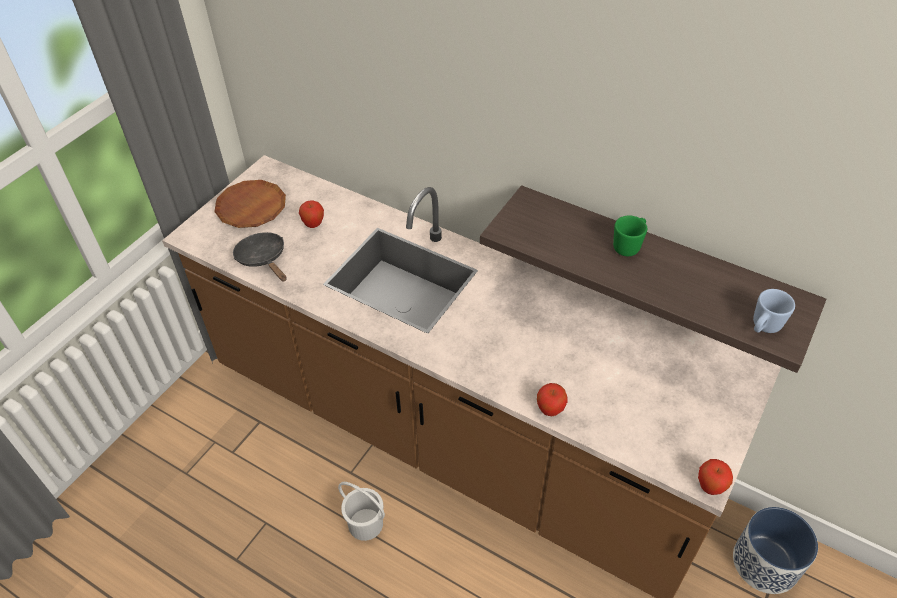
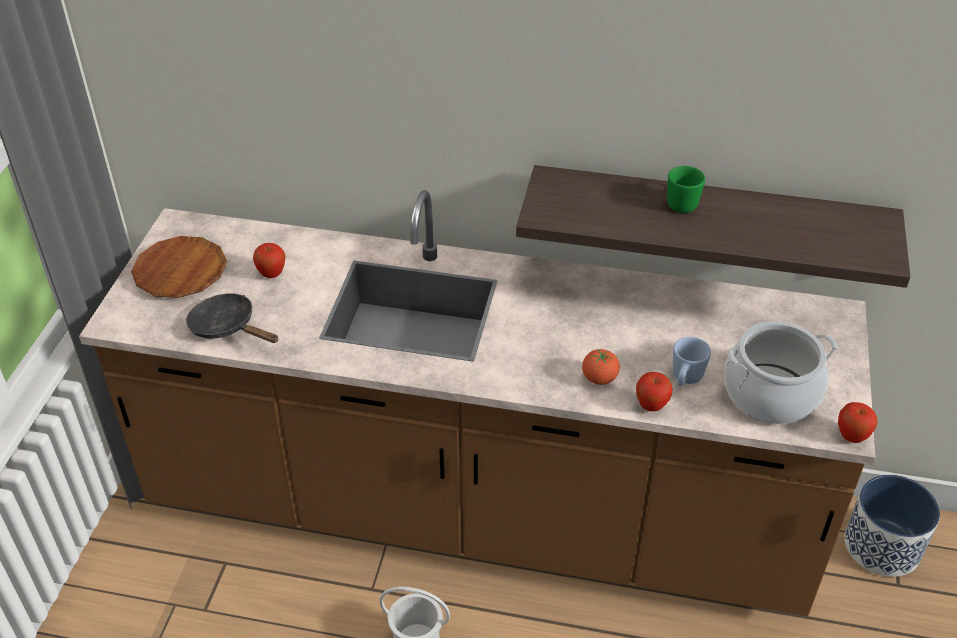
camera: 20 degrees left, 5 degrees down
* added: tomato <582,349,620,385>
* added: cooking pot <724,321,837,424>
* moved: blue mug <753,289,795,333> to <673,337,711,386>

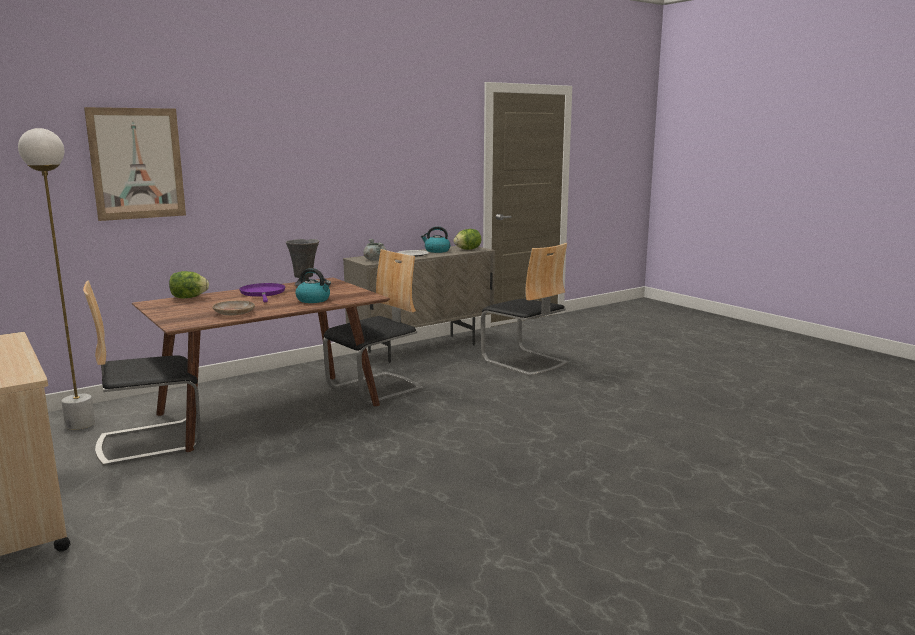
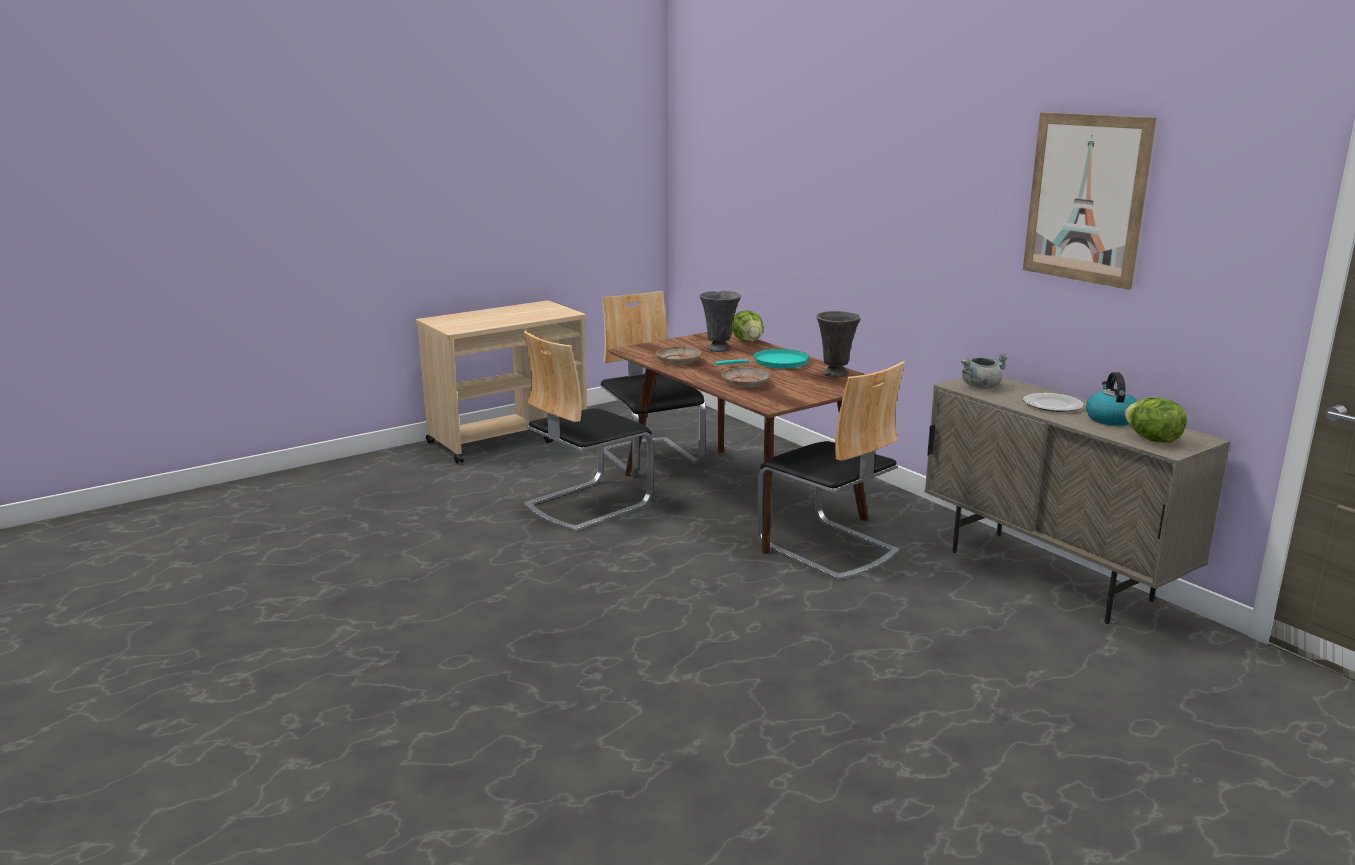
camera: 90 degrees right, 5 degrees up
* removed: white floor lamp <18,128,95,430>
* added: grey vase <700,291,741,352>
* moved: picture <84,107,186,221> to <1023,112,1157,290>
* moved: chair <481,243,568,376> to <524,331,653,532>
* replaced: kettle <296,268,331,303> to beige plate <722,367,770,387>
* recoloured: purple frying pan <239,283,285,302> to turquoise frying pan <715,349,809,368>

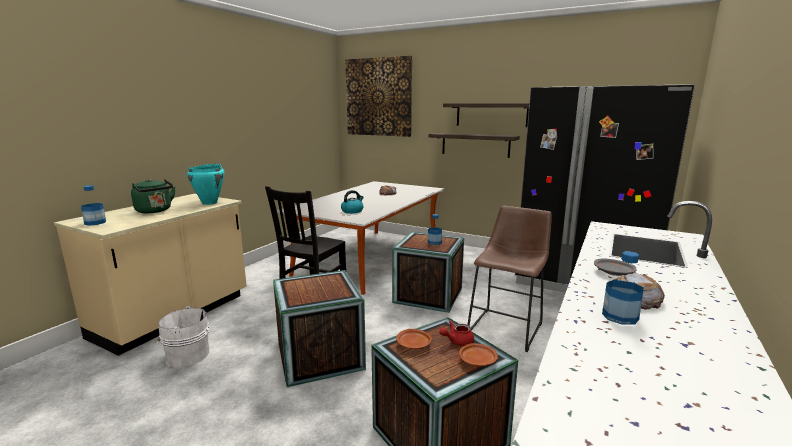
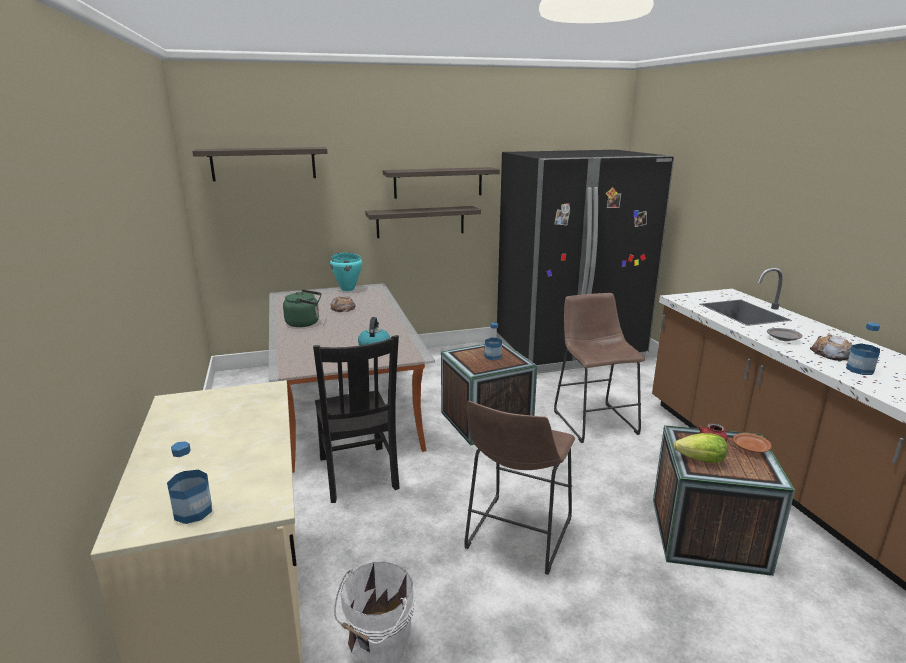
camera: 45 degrees left, 5 degrees up
* moved: green kettle <131,179,175,213> to <283,289,321,327>
* moved: turquoise cooking pot <187,164,225,205> to <330,252,362,291>
* replaced: crate <273,270,366,387> to brown stool <464,401,575,575>
* replaced: picture <345,56,412,137> to shelf <192,147,328,181>
* replaced: brown plate <396,329,432,349> to lettuce <674,433,728,463>

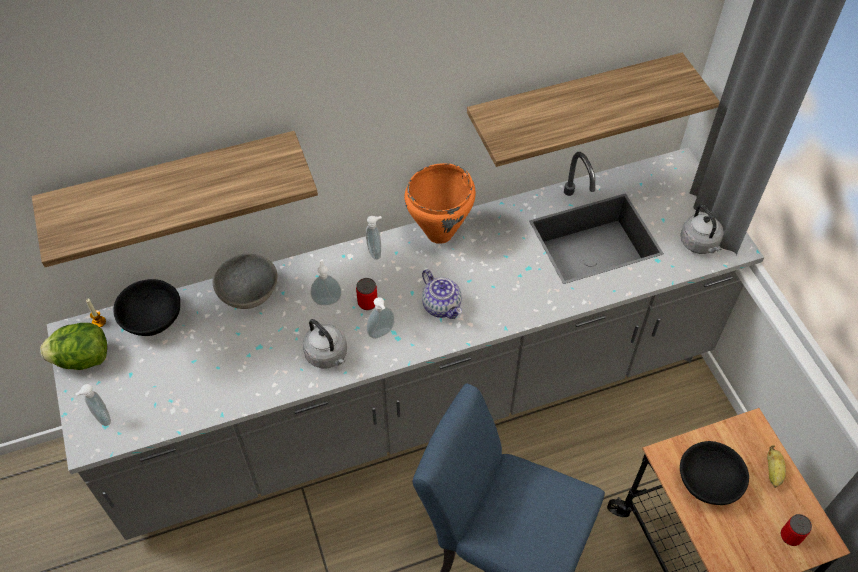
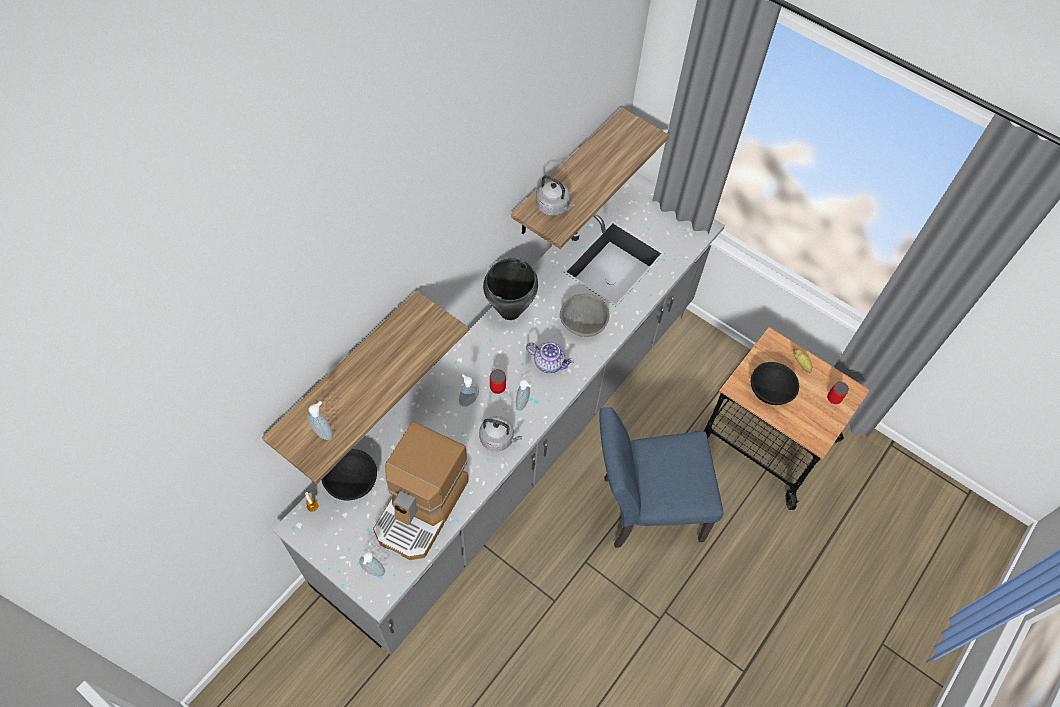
camera: 35 degrees left, 5 degrees up
* removed: lettuce <40,323,107,370>
* added: coffee machine <373,422,469,560>
* moved: grey bowl <212,253,277,309> to <560,294,610,337>
* moved: soap dispenser <366,216,382,260> to <307,401,333,440>
* moved: grey kettle <680,205,723,254> to <536,175,575,216>
* recoloured: orange cooking pot <404,163,476,244> to black cooking pot <483,258,538,320>

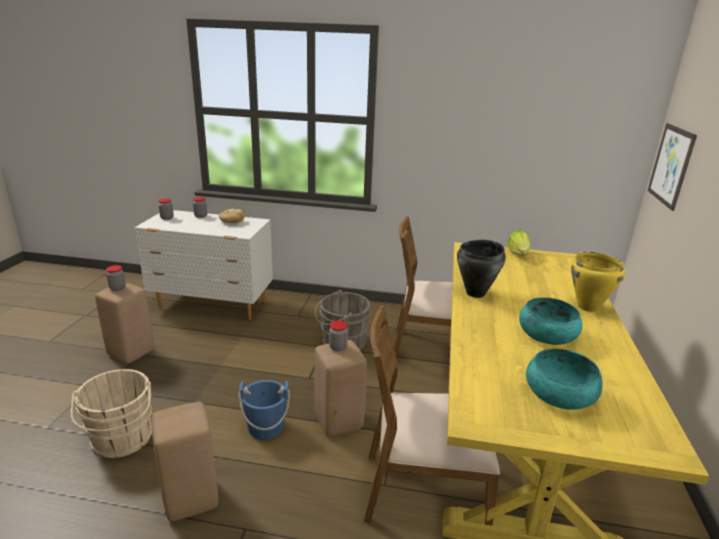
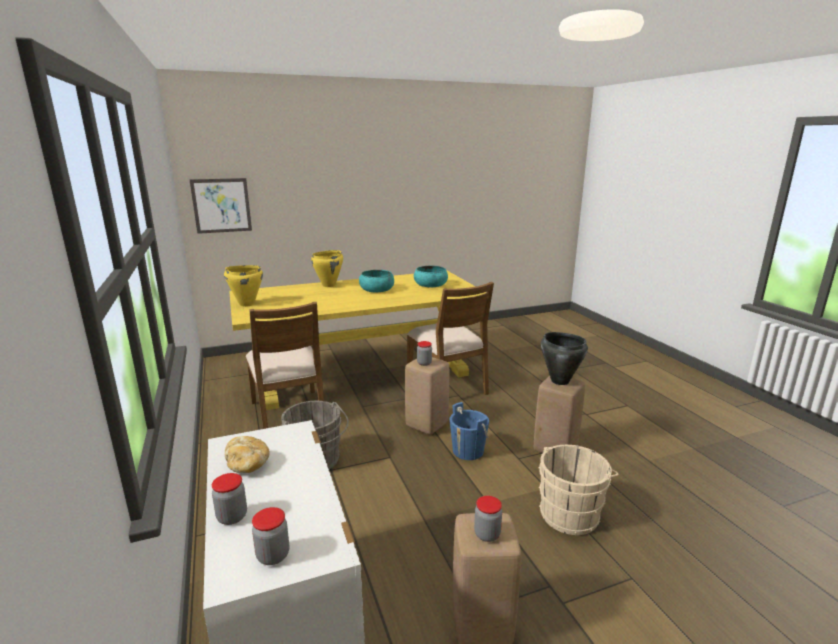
camera: 120 degrees left, 5 degrees down
* moved: black cooking pot <457,240,506,298> to <541,332,588,385>
* replaced: lettuce <507,230,531,256> to yellow cooking pot <224,265,263,307>

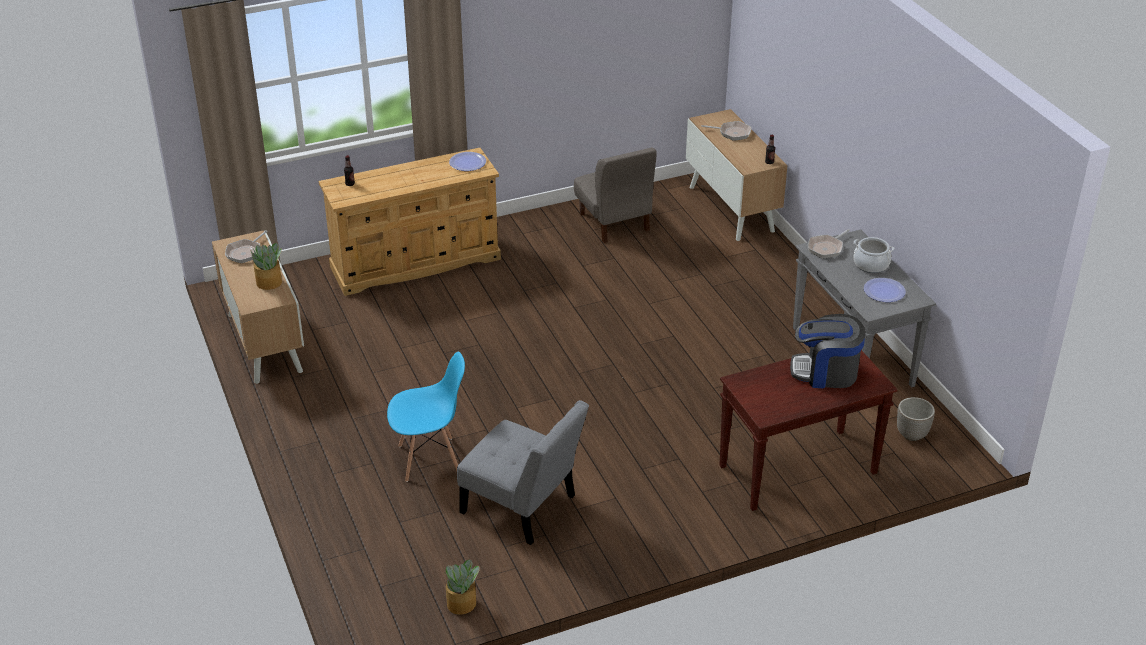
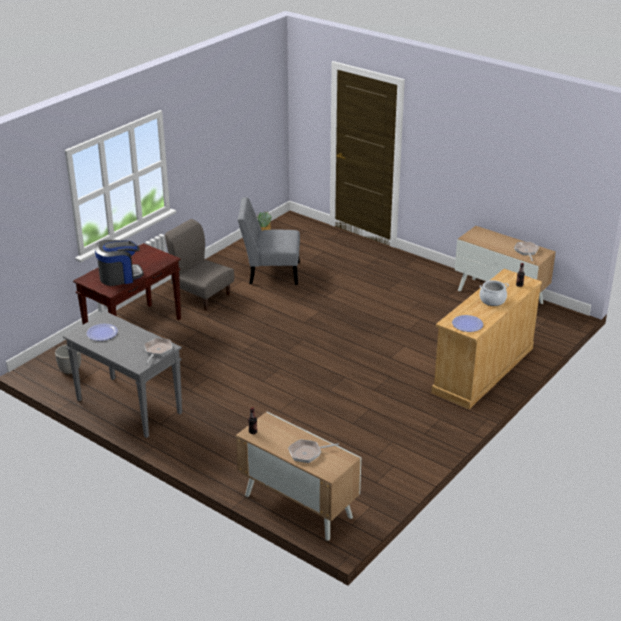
camera: 150 degrees right, 5 degrees down
* removed: potted plant <250,243,282,290>
* removed: blue chair <387,352,465,482>
* moved: grey chair <574,147,657,243> to <165,219,234,311>
* moved: cooking pot <854,237,894,273> to <480,280,509,306>

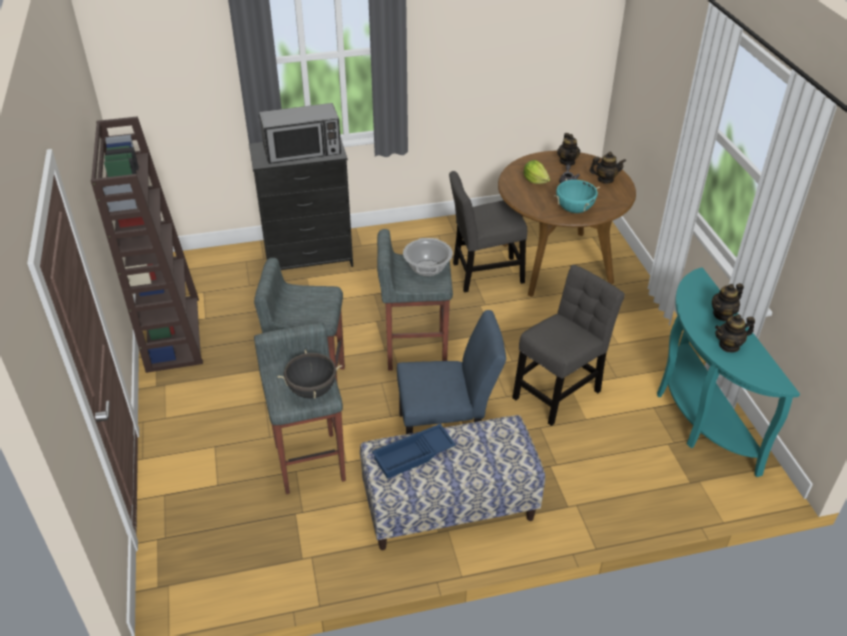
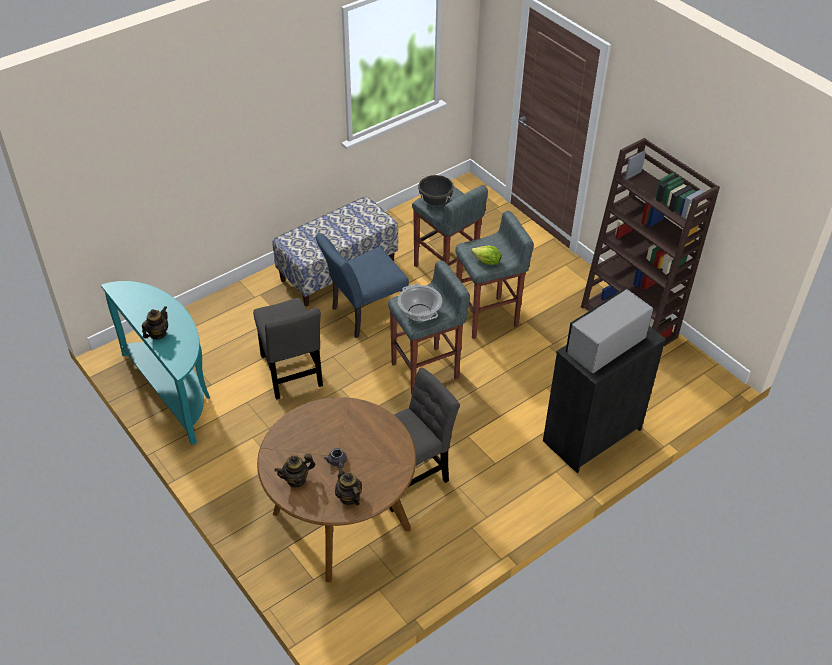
camera: 155 degrees right, 5 degrees up
* removed: blue tray <372,424,456,479>
* removed: turquoise cooking pot <554,178,600,213>
* removed: teapot <715,314,755,353>
* moved: lettuce <523,160,550,184> to <471,246,501,265>
* turned: grey chair <513,265,625,426> = <253,298,323,399> 45 degrees counterclockwise

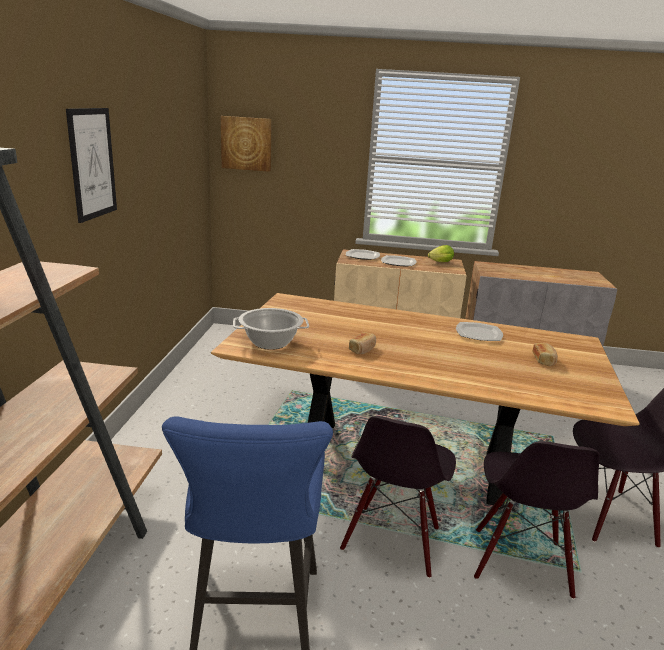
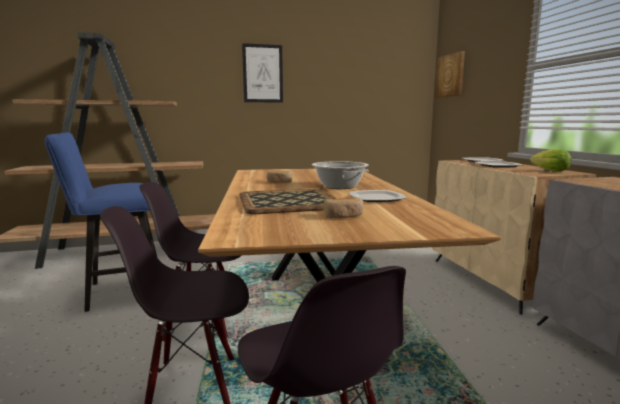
camera: 70 degrees right, 10 degrees down
* added: tray <239,188,337,214>
* moved: cooking pot <233,308,309,350> to <312,161,369,189>

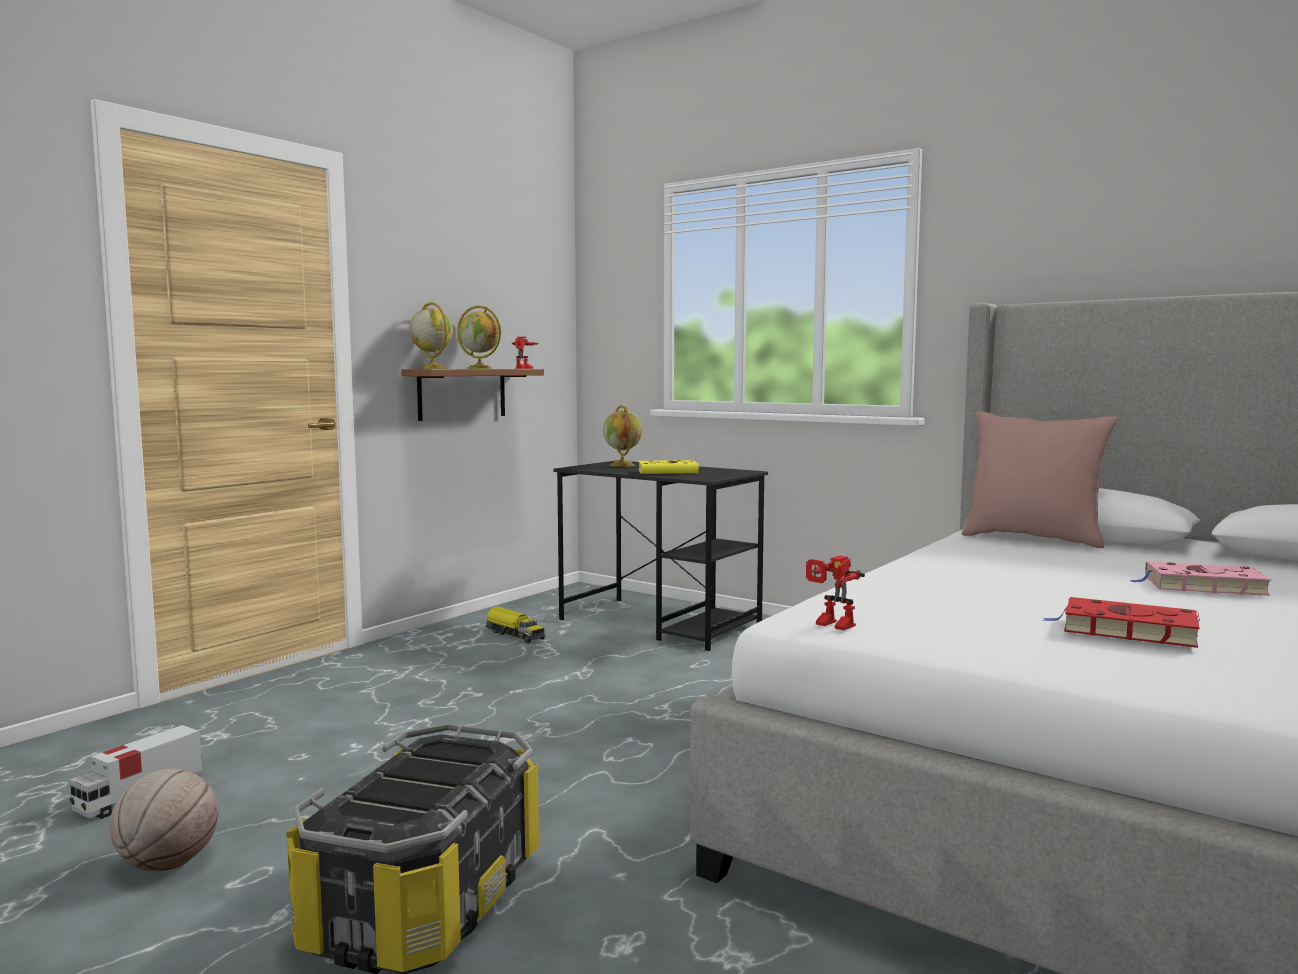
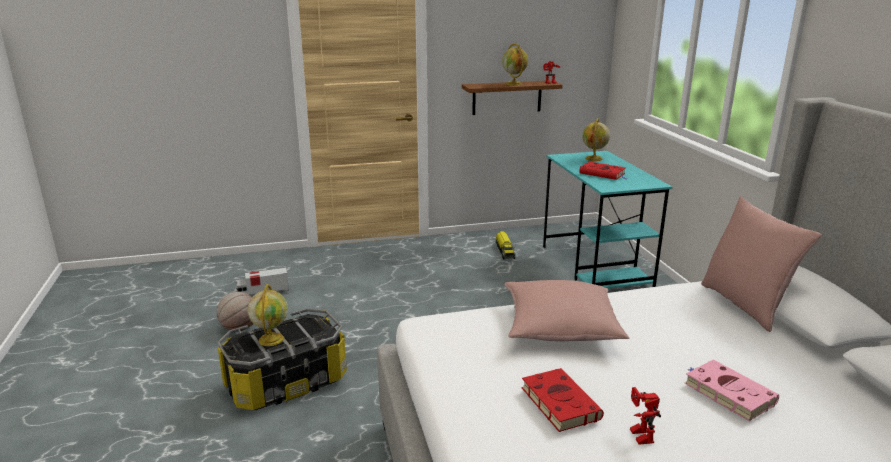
camera: 40 degrees right, 15 degrees up
* added: pink pillow <504,280,629,341>
* moved: globe <409,302,453,369> to <248,284,288,346>
* moved: toy robot <806,556,865,631> to <630,387,661,445>
* recoloured: black desk <554,460,768,651> to turquoise desk <543,151,672,289>
* recoloured: yellow book <638,460,702,474> to red book <579,162,627,180>

